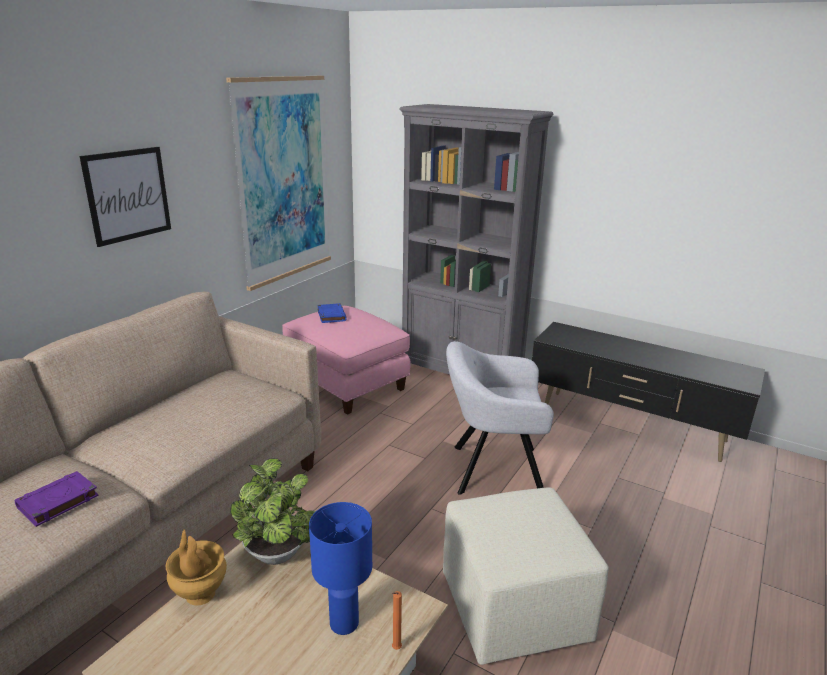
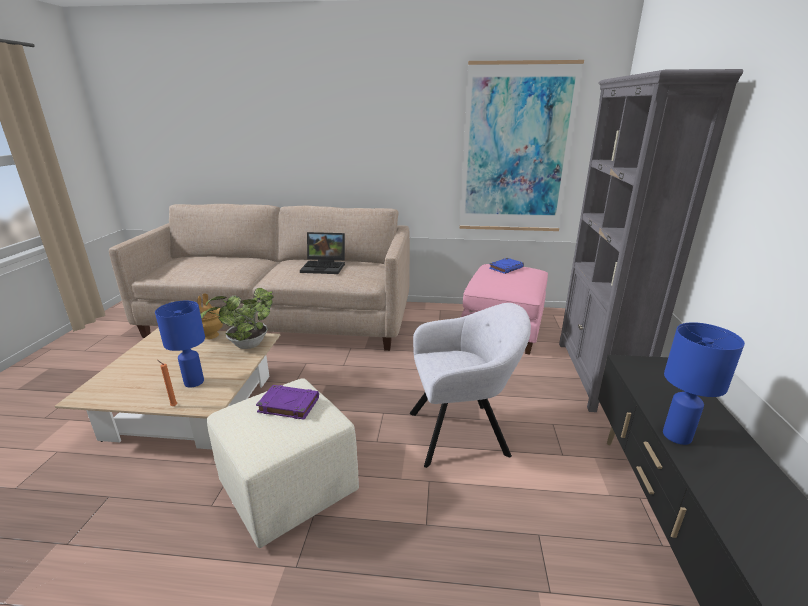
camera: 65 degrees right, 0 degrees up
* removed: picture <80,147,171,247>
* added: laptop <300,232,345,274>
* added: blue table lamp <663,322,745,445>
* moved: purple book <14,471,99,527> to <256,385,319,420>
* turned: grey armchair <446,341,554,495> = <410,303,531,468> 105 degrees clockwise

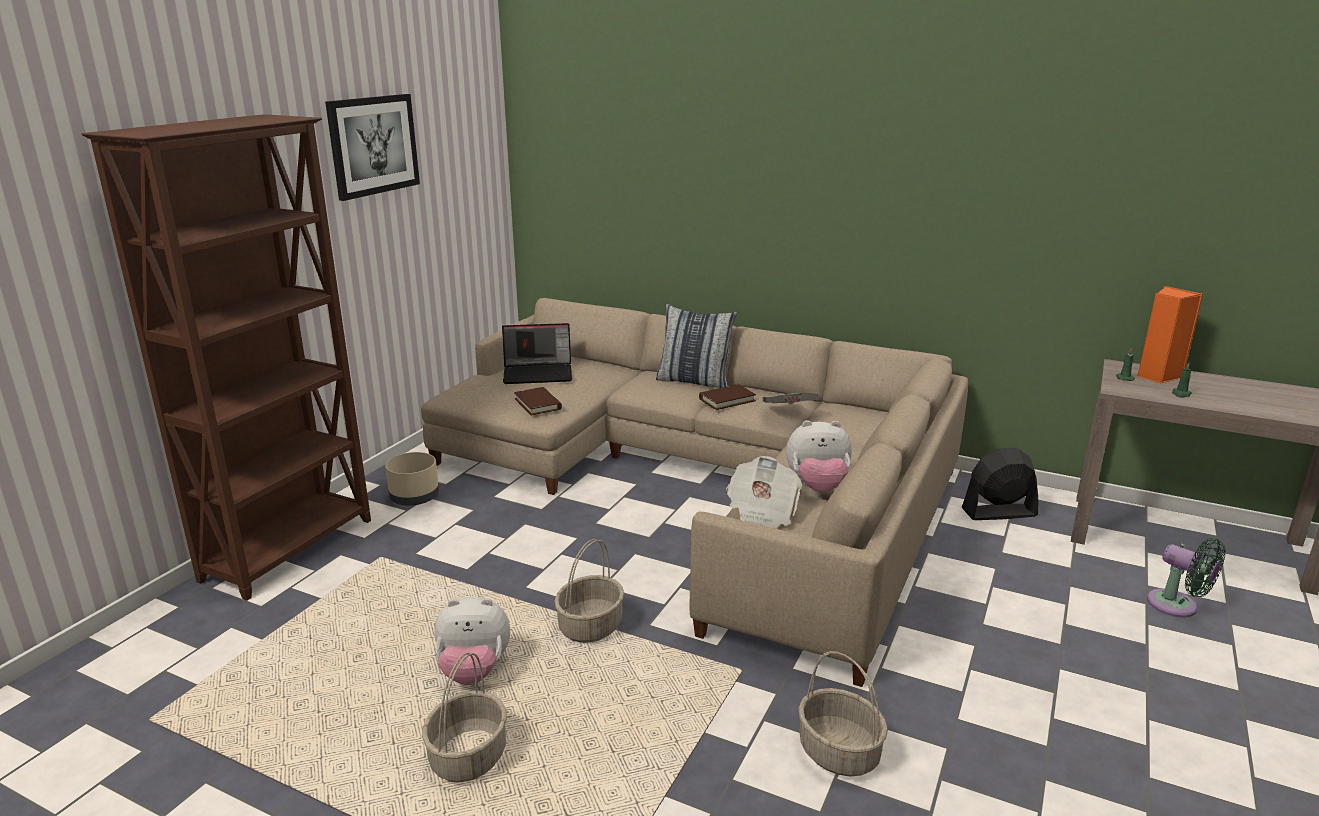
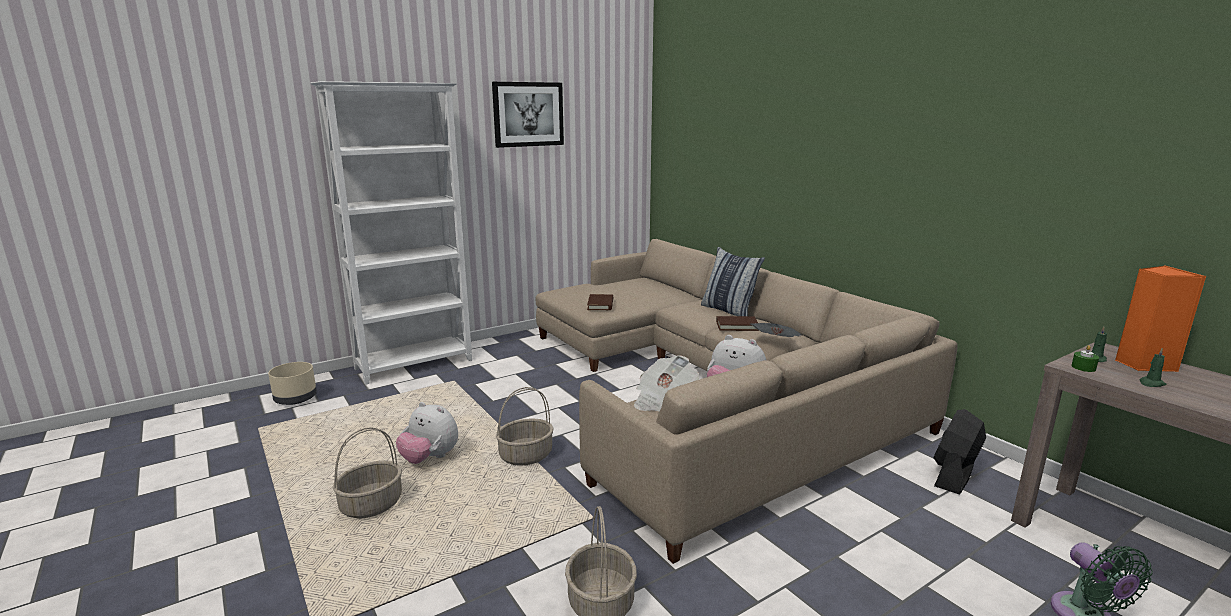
camera: 30 degrees right, 5 degrees down
* removed: laptop <502,323,572,384>
* added: green candle <1071,345,1099,372>
* moved: beige planter <385,452,439,506> to <268,362,317,405>
* recoloured: brown bookcase <81,114,371,601> to white bookcase <310,81,472,385>
* turned: black fan <962,448,1038,520> = <934,409,986,495> 75 degrees counterclockwise

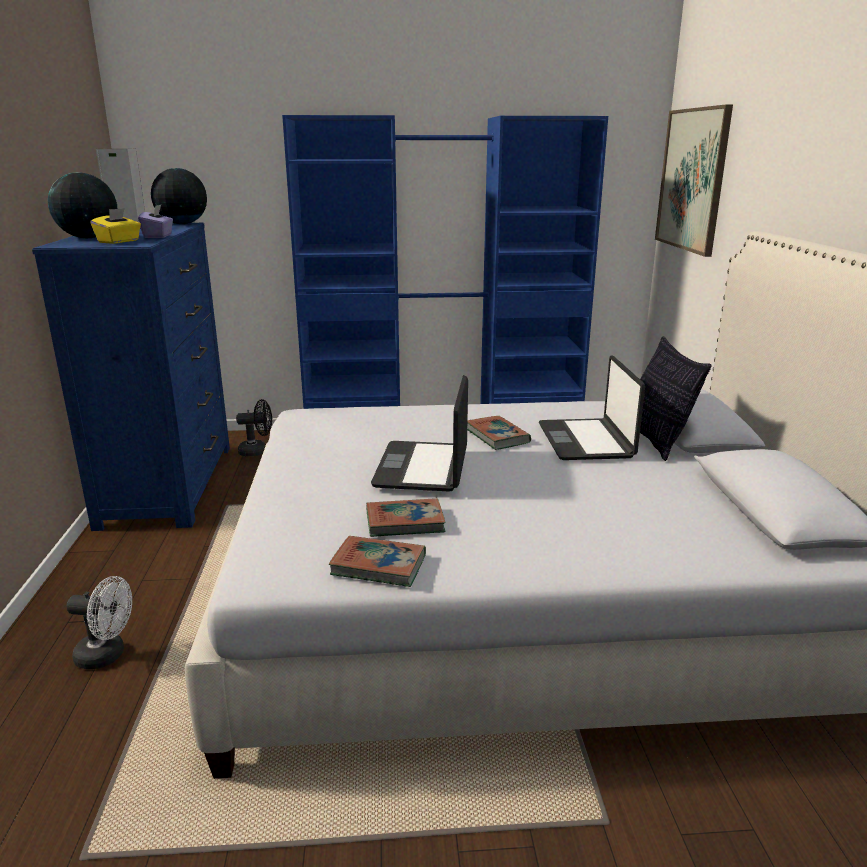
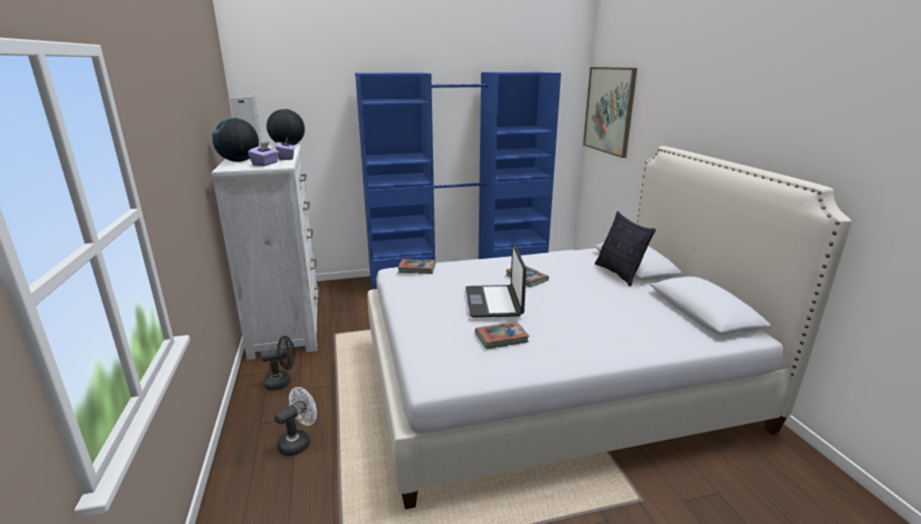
camera: 10 degrees left, 0 degrees up
* removed: laptop <539,355,645,460>
* moved: black fan <236,399,272,456> to <261,336,295,390>
* moved: book <329,536,426,587> to <398,259,435,274>
* recoloured: blue dresser <32,223,230,531> to white dresser <211,144,320,360>
* recoloured: yellow tissue box <90,208,141,244> to purple tissue box <248,142,279,166>
* turned: white fan <66,576,132,669> = <275,387,317,456> 45 degrees counterclockwise

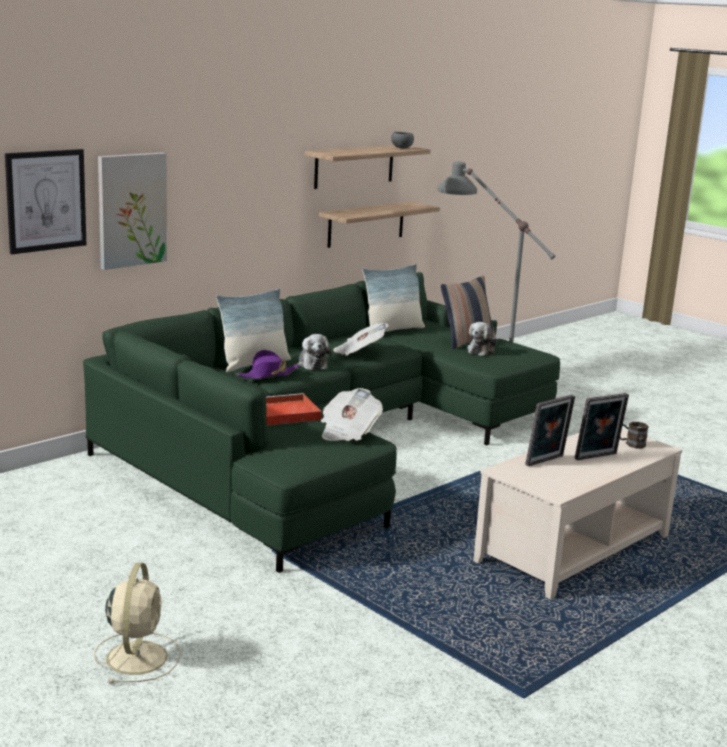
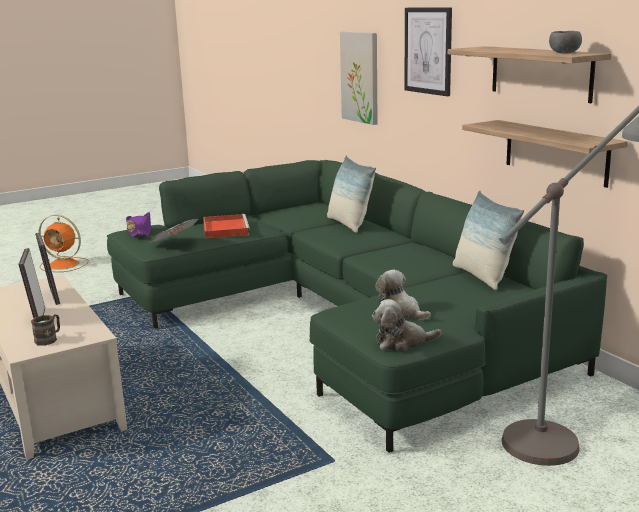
camera: 105 degrees right, 0 degrees up
* removed: newspaper <333,323,389,356>
* removed: pillow <441,276,496,349>
* moved: picture <5,149,86,254> to <405,7,452,96>
* moved: purple hat <236,350,300,379> to <126,212,151,237>
* moved: plush toy <298,334,332,370> to <372,299,441,351>
* recoloured: beige fan <94,562,181,683> to orange fan <39,215,89,272>

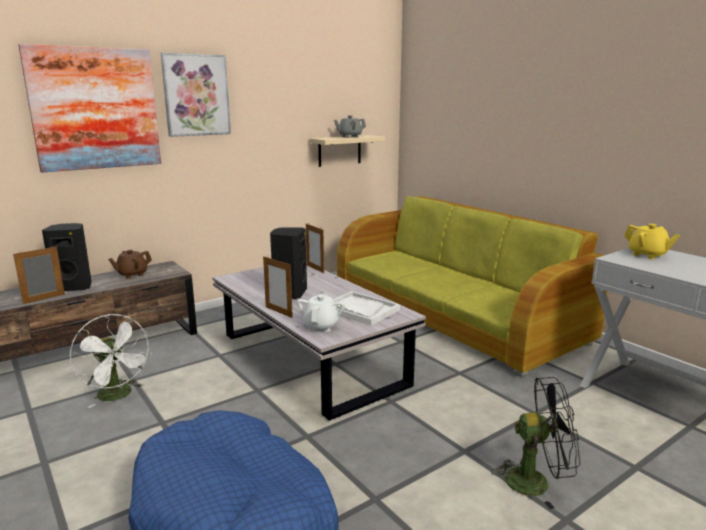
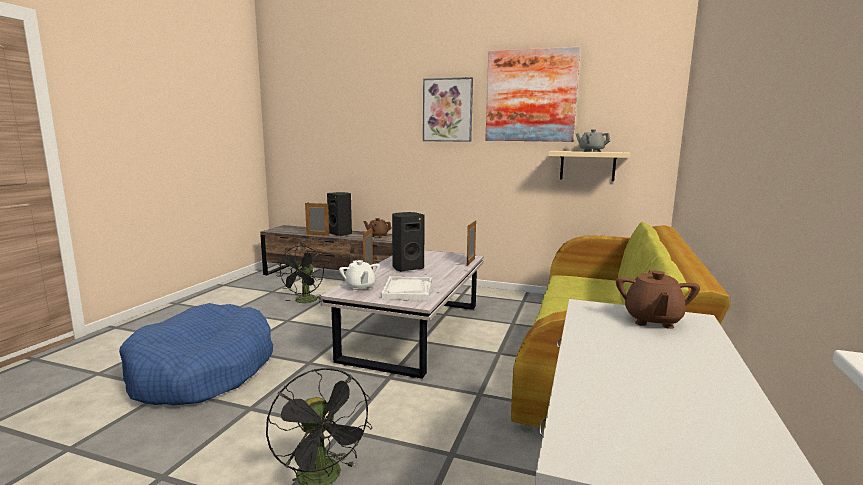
camera: 55 degrees right, 5 degrees down
* moved: picture <19,44,161,173> to <485,47,580,142>
* recoloured: white fan <70,314,152,408> to black fan <276,245,324,303>
* recoloured: yellow teapot <624,224,680,259> to brown teapot <616,270,700,329>
* turned: white teapot <297,292,345,332> = <339,260,380,291> 90 degrees clockwise

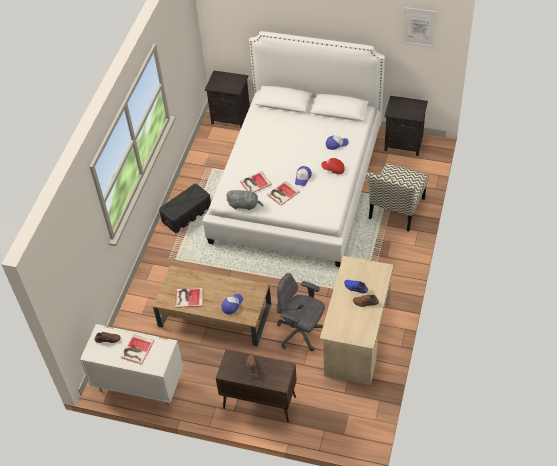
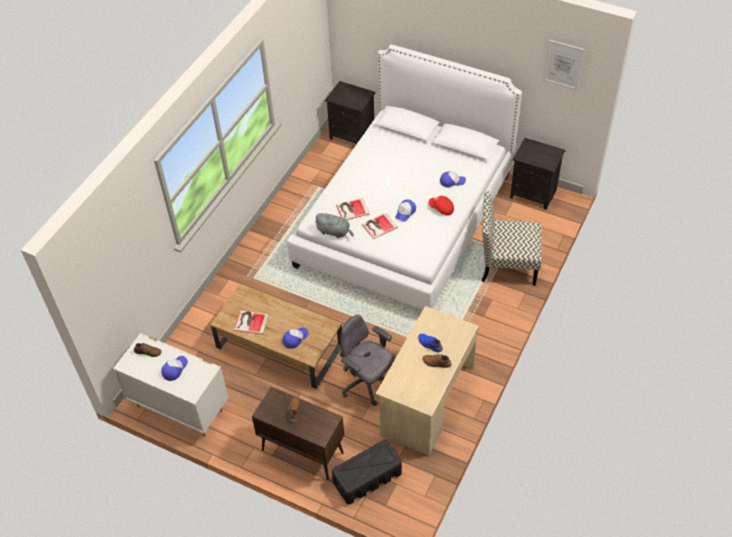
camera: 10 degrees right, 0 degrees up
* moved: black storage box <159,184,211,233> to <332,440,402,505>
* replaced: book <120,334,154,365> to cap <161,356,188,381>
* turned: chair <367,163,428,232> = <482,191,542,286> 60 degrees clockwise

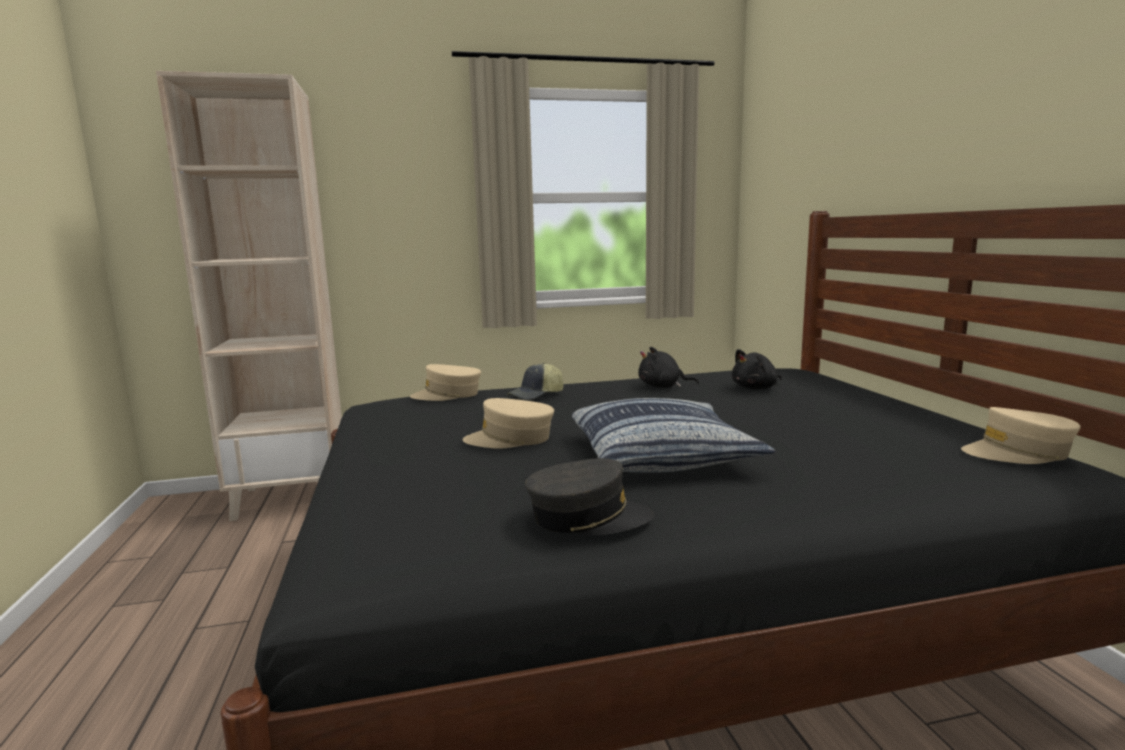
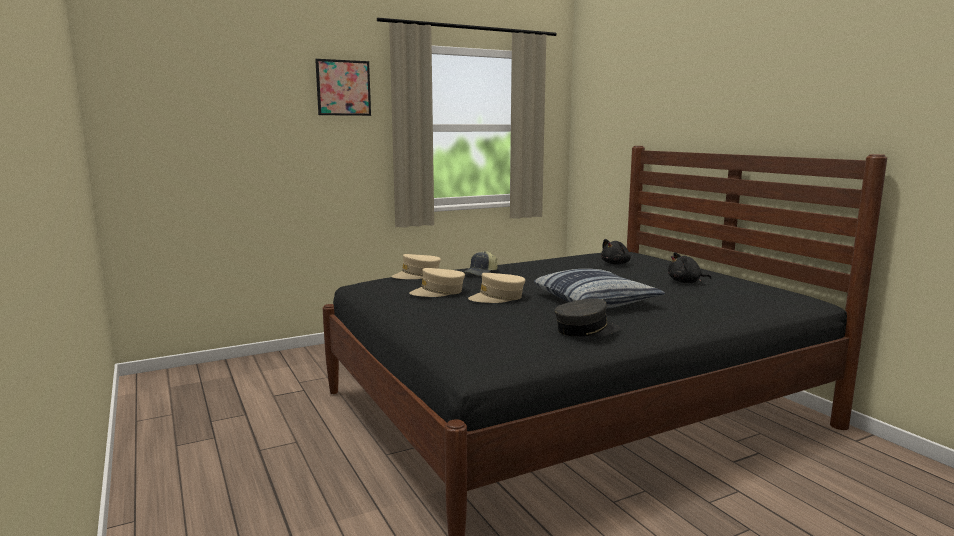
camera: 15 degrees left, 0 degrees up
* removed: beige bookcase <156,71,342,521>
* added: picture <315,59,371,116>
* moved: black plush toy <638,347,699,388> to <668,252,712,283>
* moved: beige cap <961,407,1081,464> to <409,268,465,297>

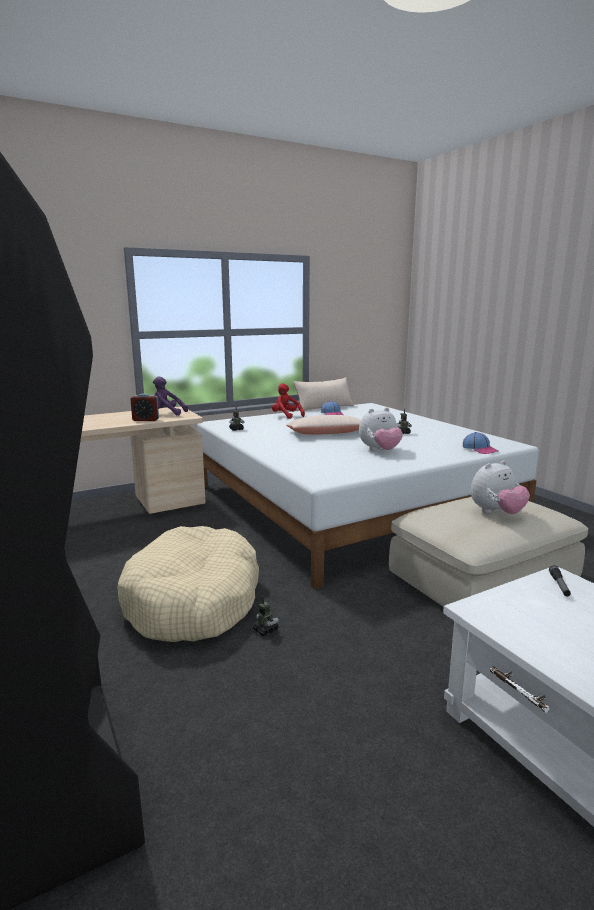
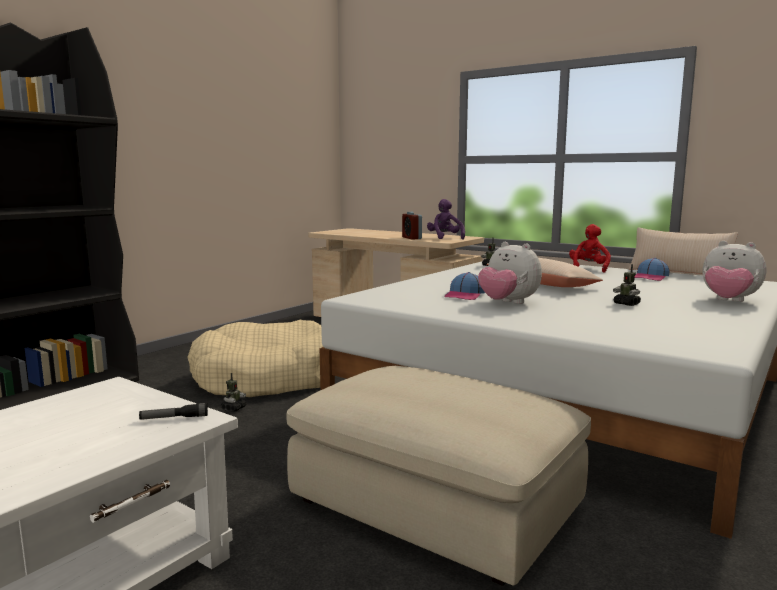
camera: 65 degrees right, 5 degrees down
* moved: cap <463,432,499,454> to <444,272,485,300>
* moved: plush toy <471,460,530,514> to <703,241,766,302>

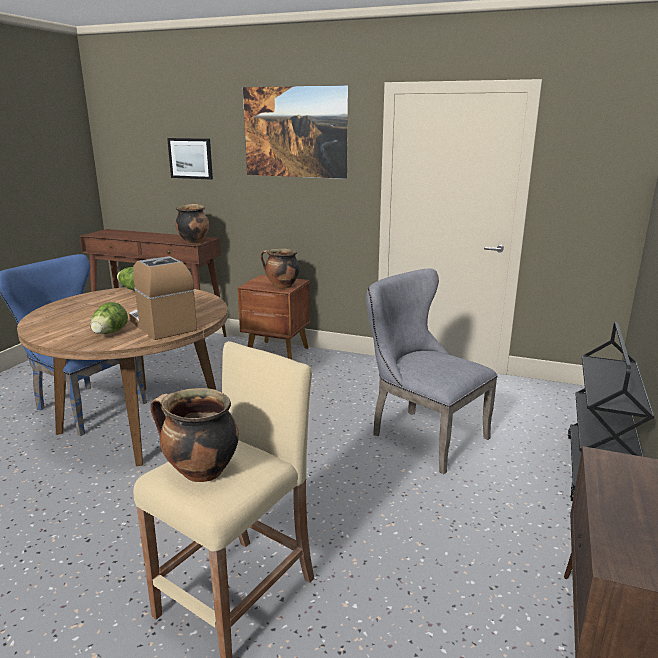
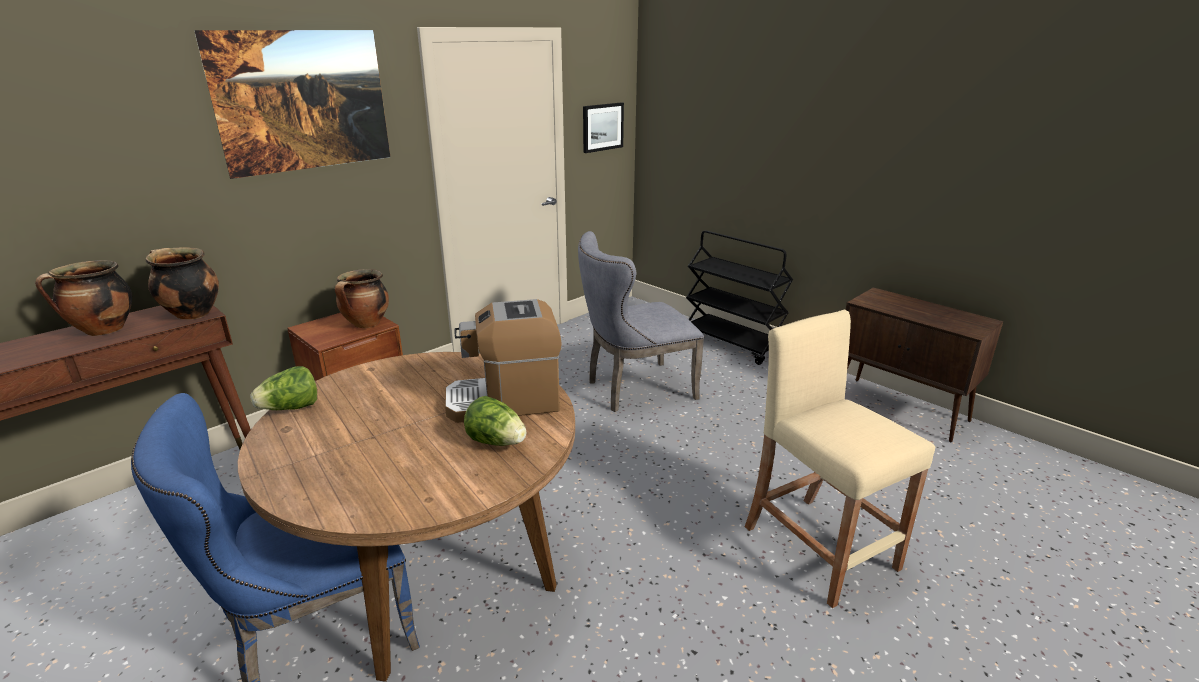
camera: 65 degrees left, 5 degrees up
* moved: cooking pot <150,388,239,482> to <35,260,132,336>
* moved: picture <167,138,213,180> to <583,102,624,153>

